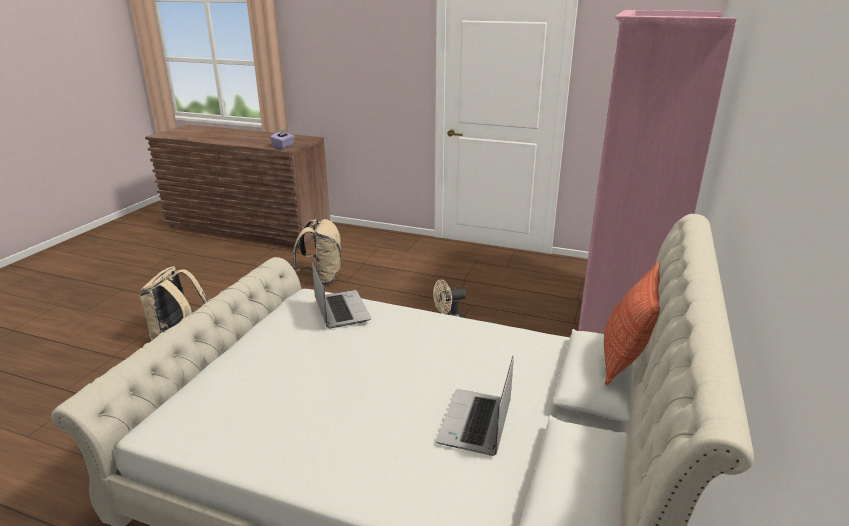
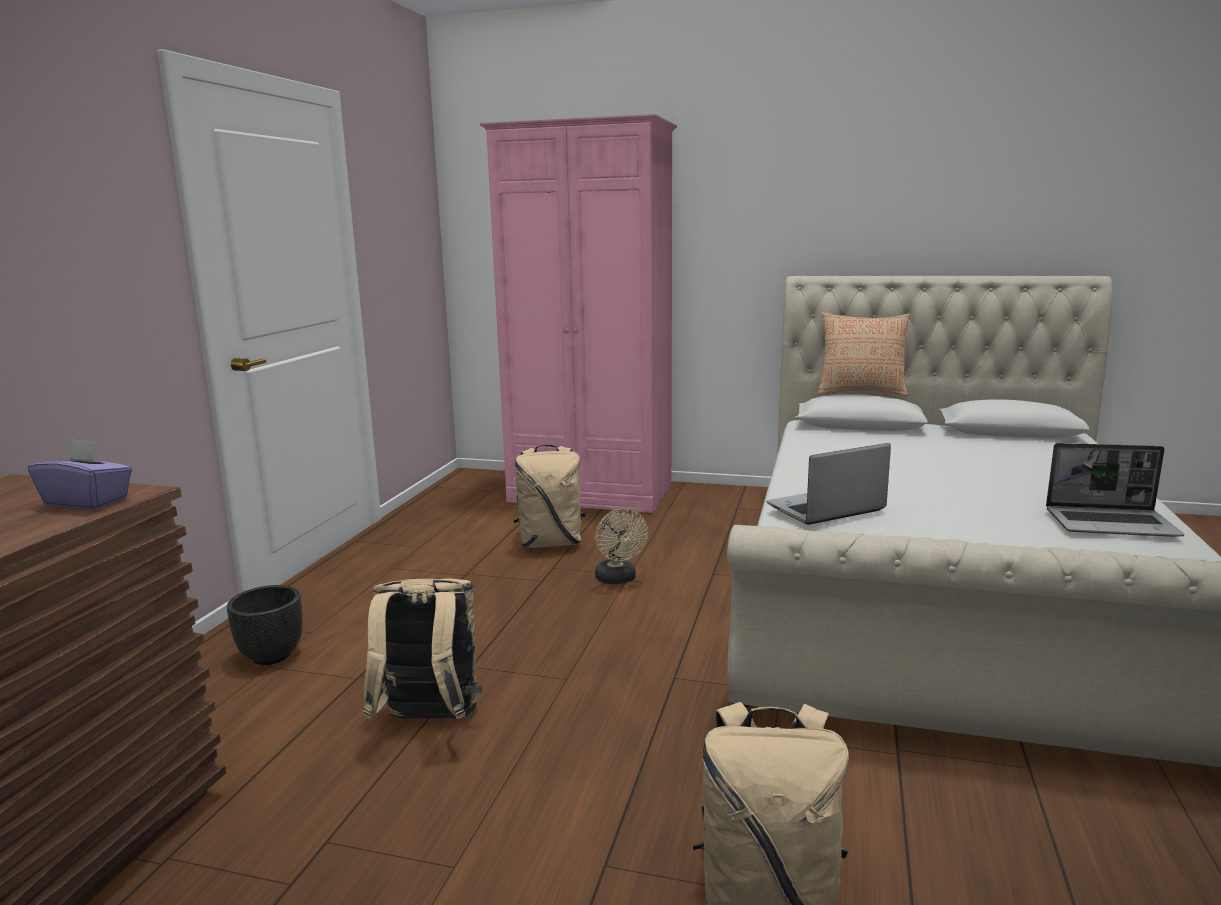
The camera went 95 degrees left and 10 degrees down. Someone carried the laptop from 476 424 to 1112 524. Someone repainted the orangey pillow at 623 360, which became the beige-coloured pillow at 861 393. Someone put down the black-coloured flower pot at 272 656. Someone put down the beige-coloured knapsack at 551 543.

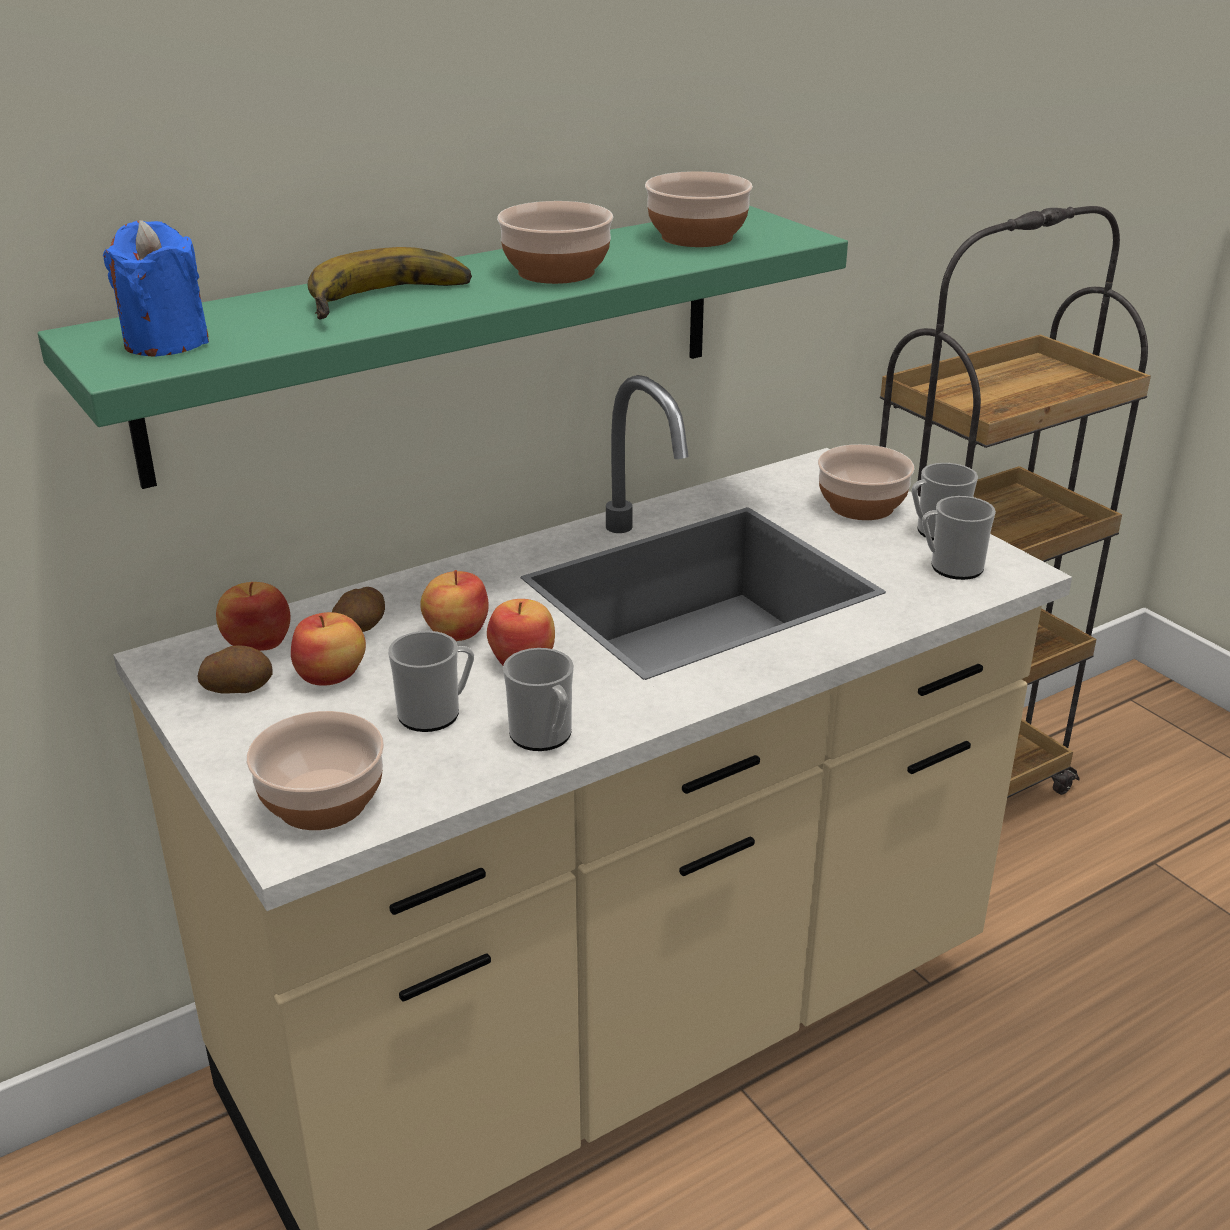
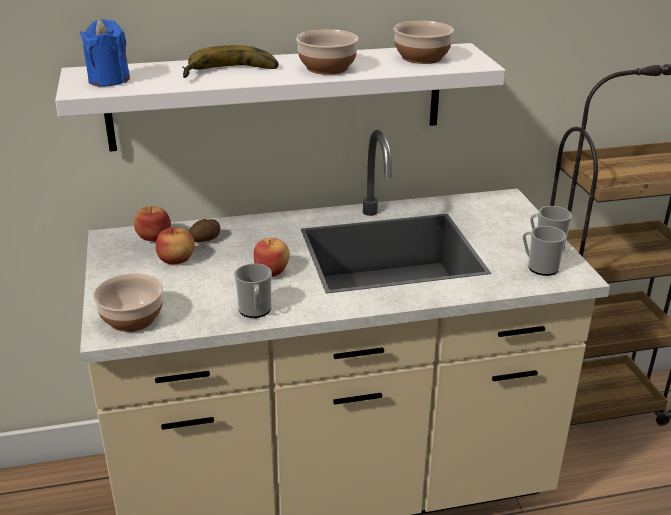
The camera went 20 degrees right and 0 degrees up. Someone repainted the green bracket shelf at 443 339, which became the white-coloured bracket shelf at 277 96. Someone took away the spud at 238 687. Someone took away the coffee mug at 436 714. Someone took away the apple fruit at 456 632. Someone took away the bowl at 861 506.

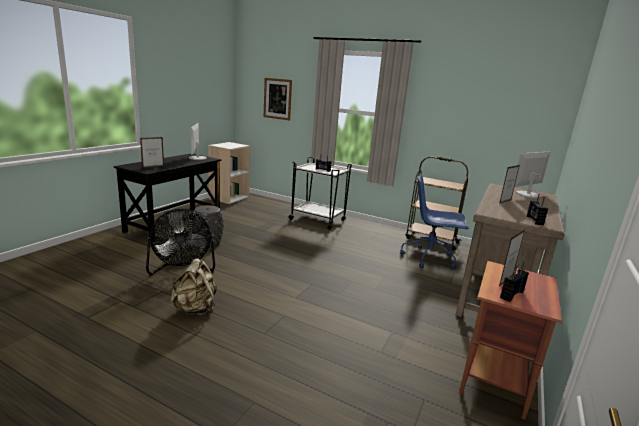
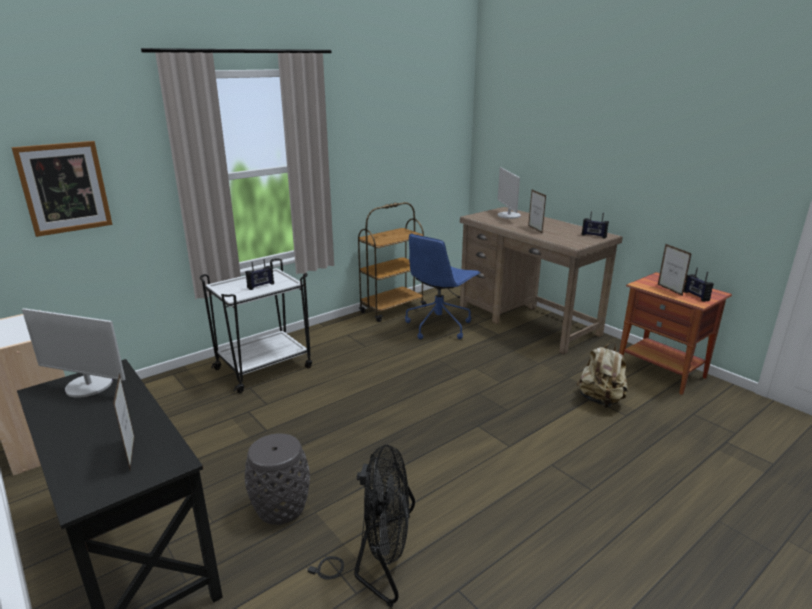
The camera went 65 degrees left and 5 degrees up. Someone carried the beige-coloured knapsack from 196 309 to 600 400.

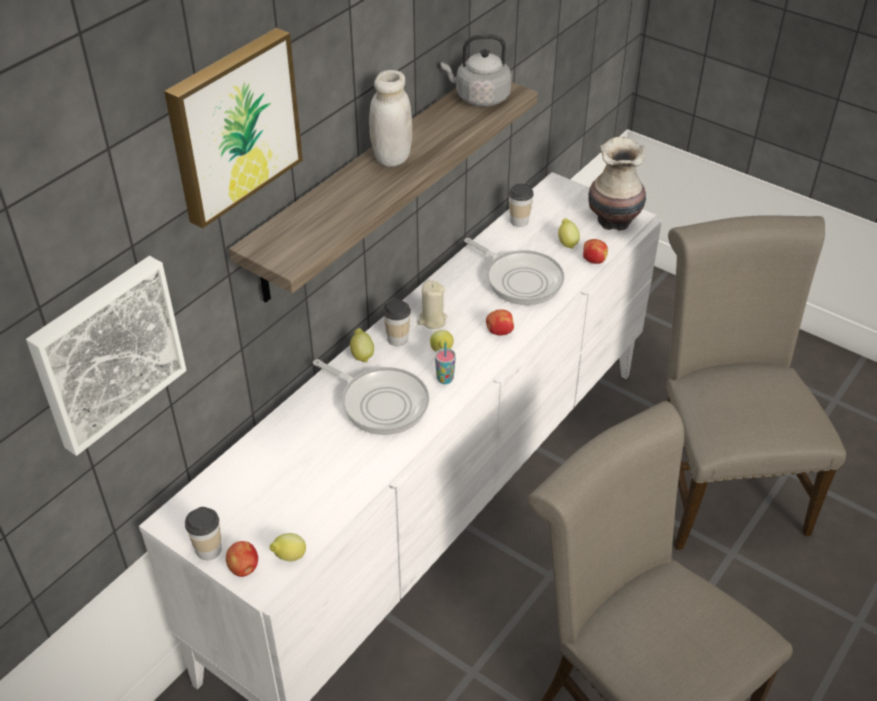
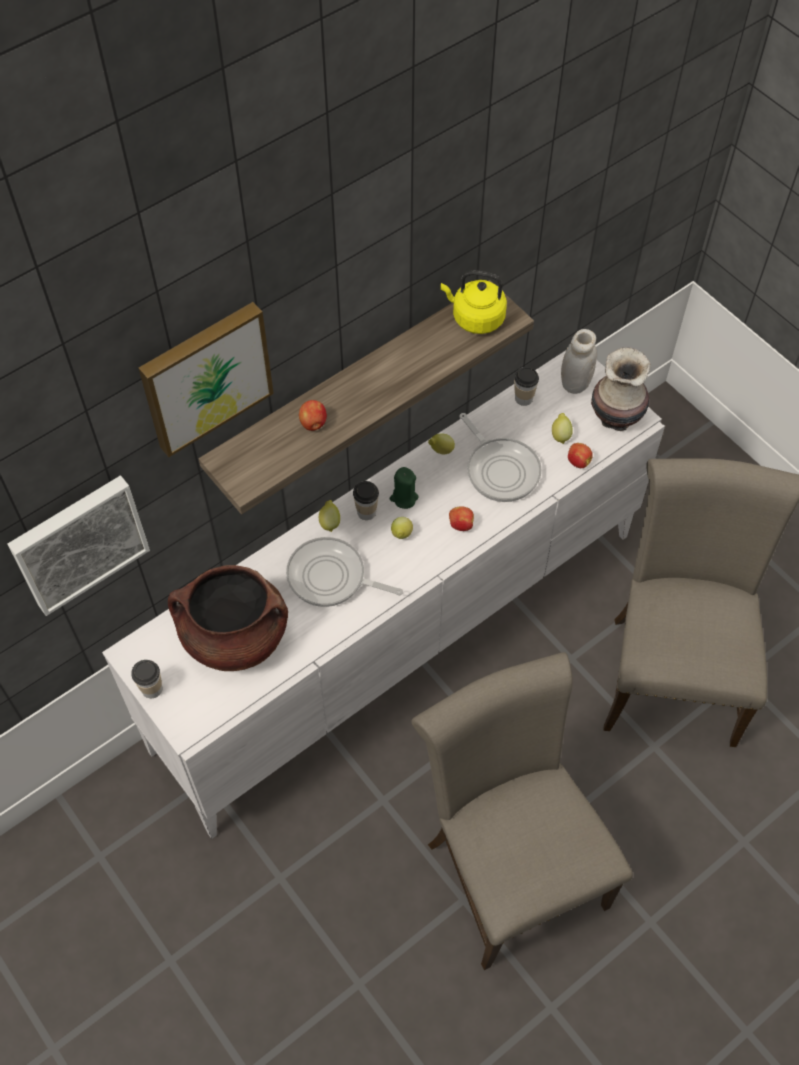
The camera went 15 degrees right and 15 degrees up. Someone carried the apple fruit from 244 568 to 313 424. Someone carried the citrus fruit from 289 557 to 440 450. Someone rotated the skillet at 380 403 by 150 degrees clockwise. Someone carried the white-coloured storage jar from 391 157 to 575 383. Someone repainted the beige-coloured candle at 432 320, which became the green candle at 404 498. Someone took away the small cup at 445 379. Someone repainted the greyish water kettle at 479 98, which became the yellow water kettle at 475 318. Someone put down the brown saucepot at 234 637.

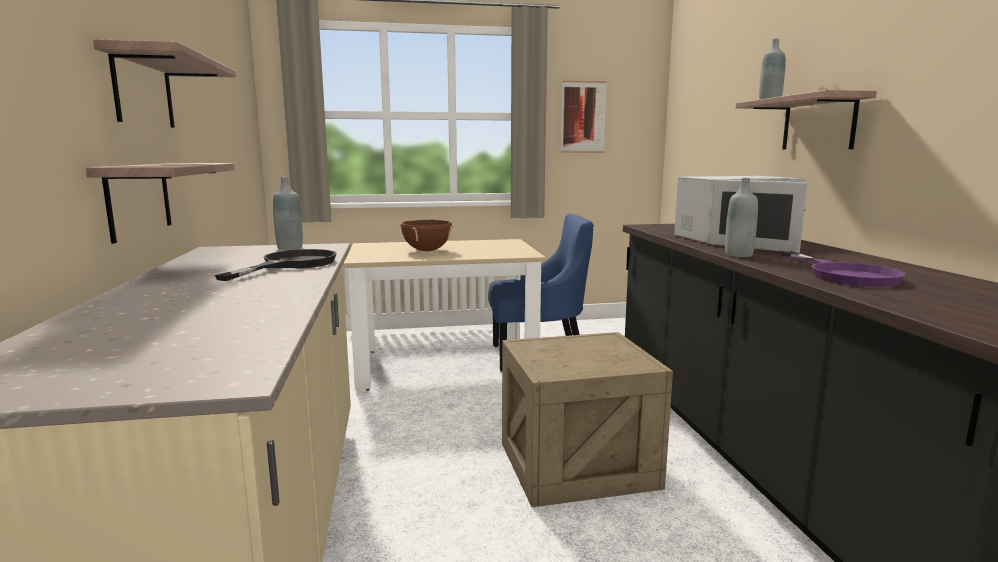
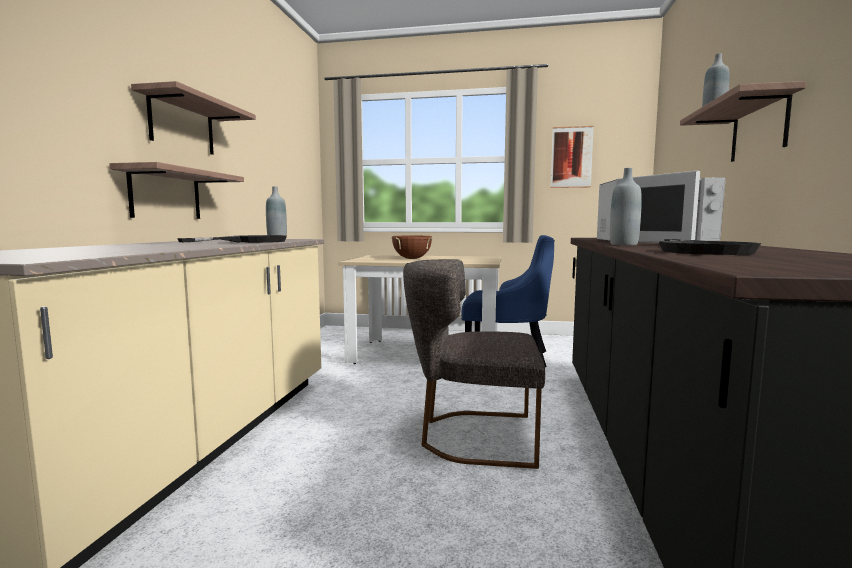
The camera went 20 degrees right and 5 degrees down. Someone swapped the shipping crate at 576 465 for the greyish chair at 472 436. Someone repainted the purplish skillet at 844 275, which became the black-coloured skillet at 700 251.

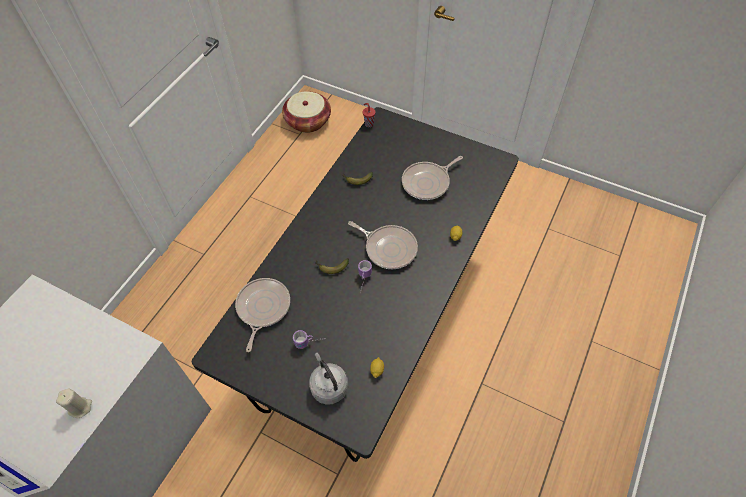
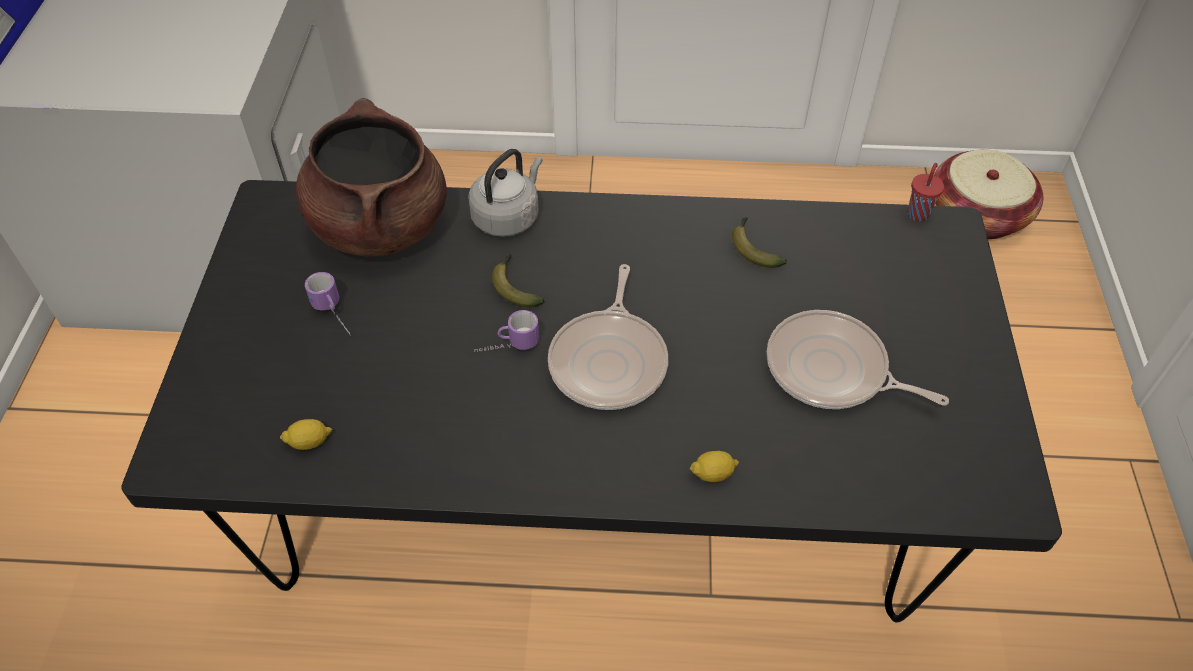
The camera went 65 degrees right and 5 degrees down. Someone took away the beige-coloured candle at 80 407. Someone swapped the skillet at 262 308 for the brown saucepot at 380 225. Someone carried the greyish water kettle from 328 386 to 508 217.

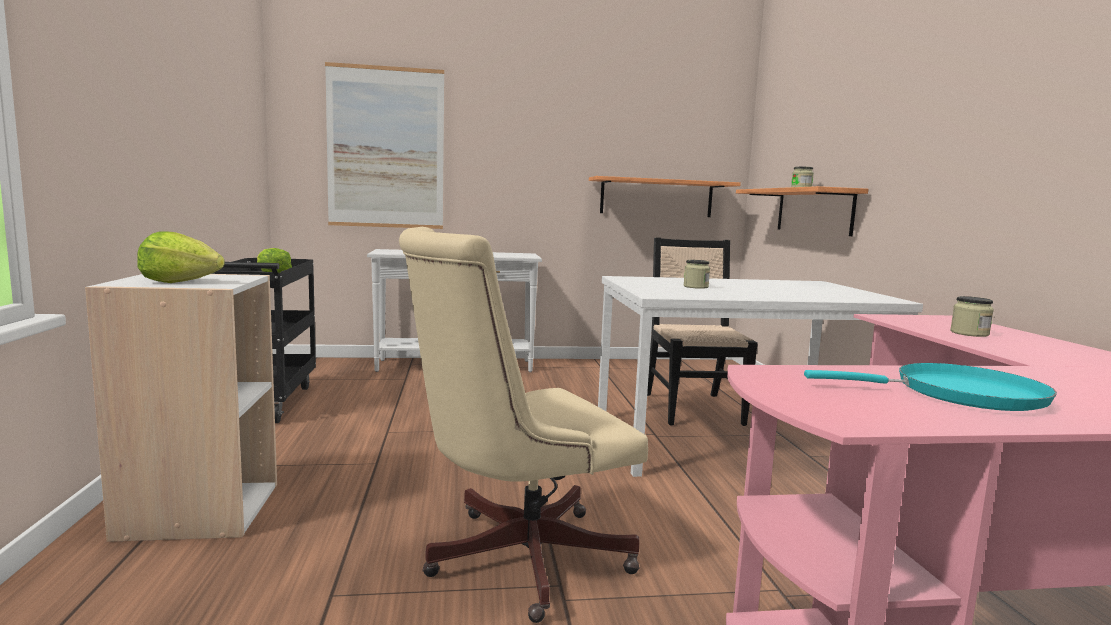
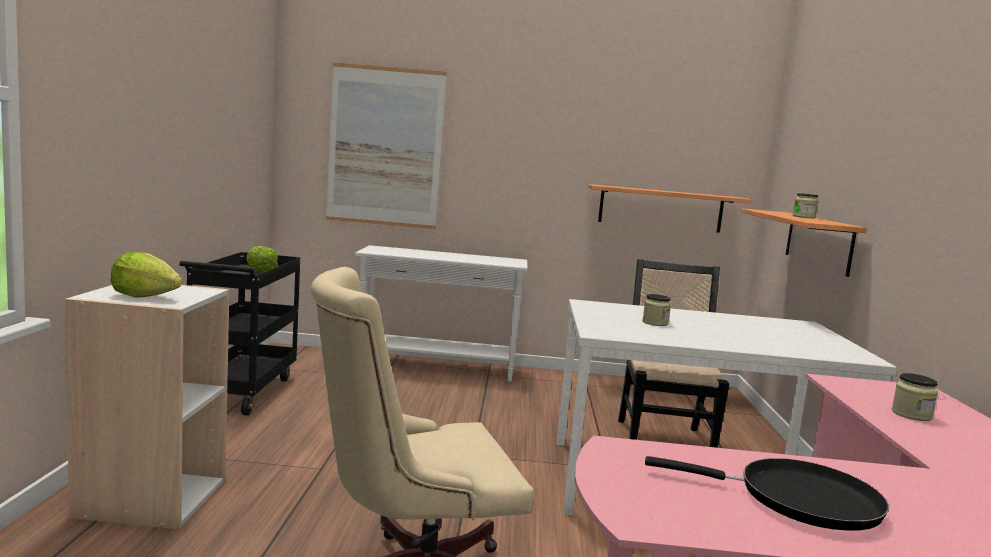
The camera went 10 degrees right and 0 degrees up. Someone repainted the turquoise-coloured skillet at 958 394, which became the black-coloured skillet at 798 500.

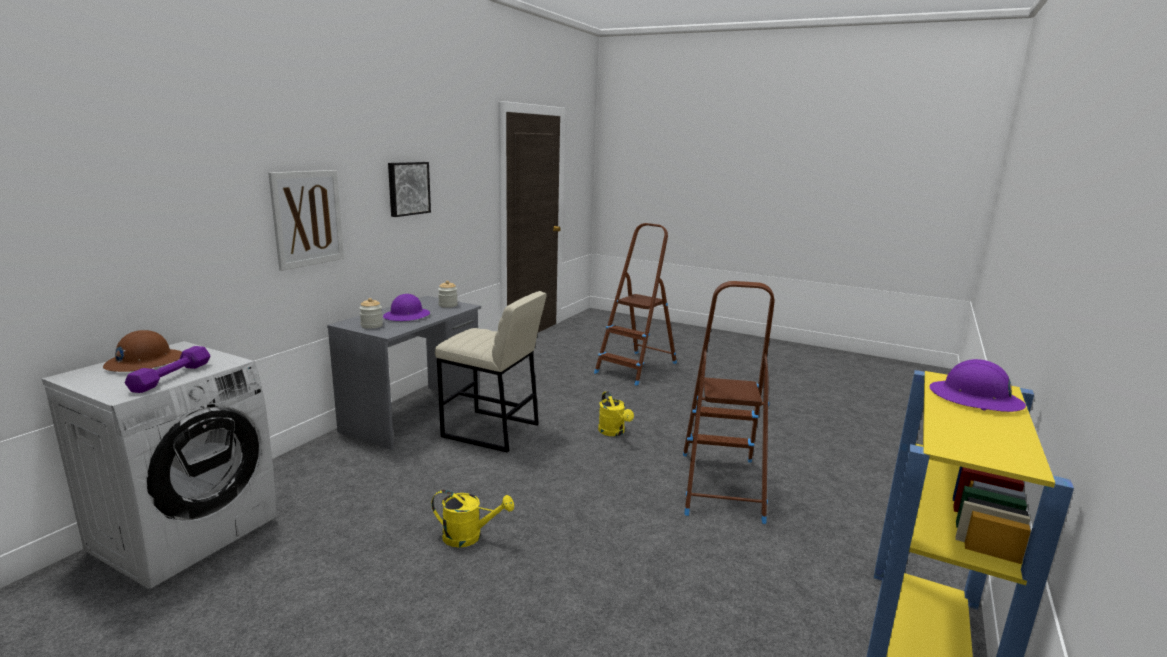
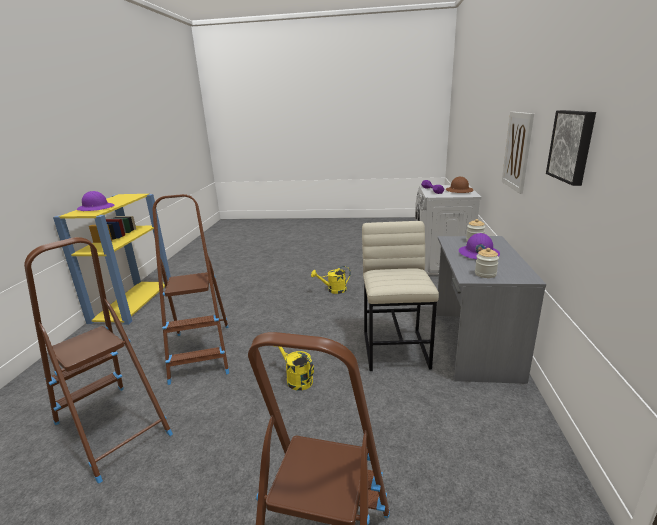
The camera went 160 degrees right and 5 degrees up. Someone rotated the beige-coloured chair at 493 431 by 90 degrees clockwise. Someone put down the brown step ladder at 111 427.

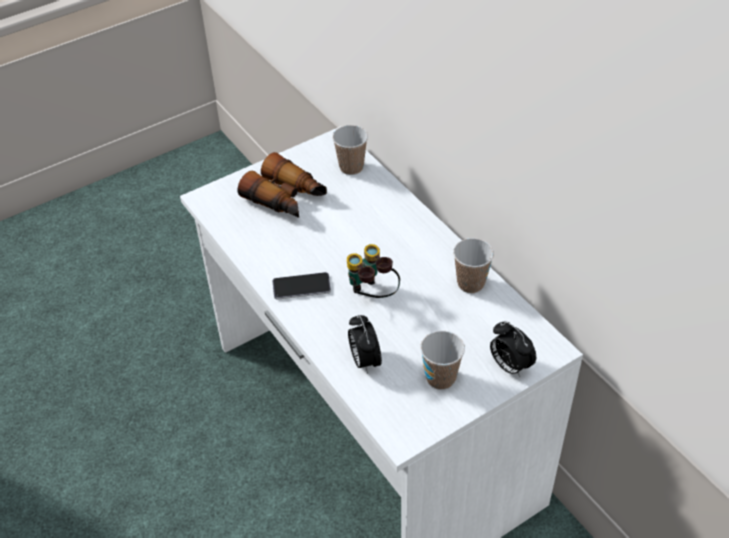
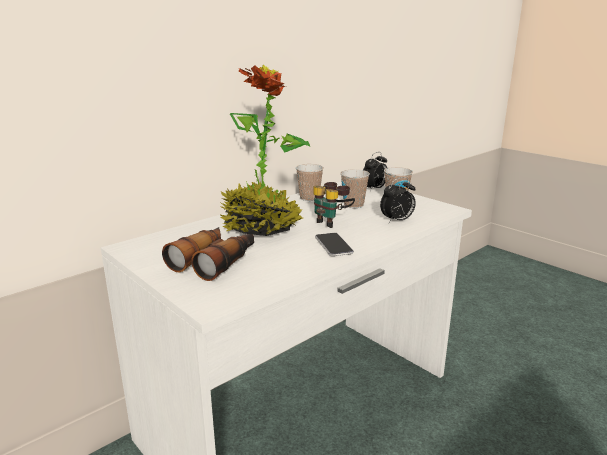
The camera went 100 degrees left and 25 degrees down. Someone carried the small cup from 351 167 to 353 205. Someone put down the potted plant at 262 228.

